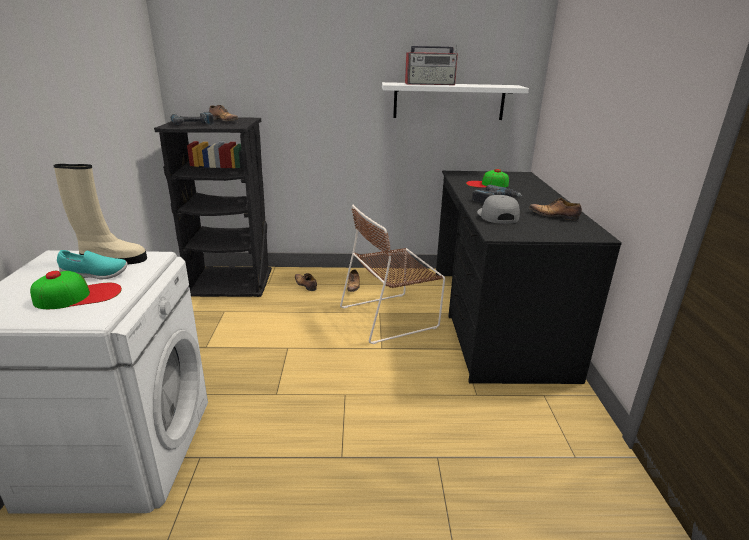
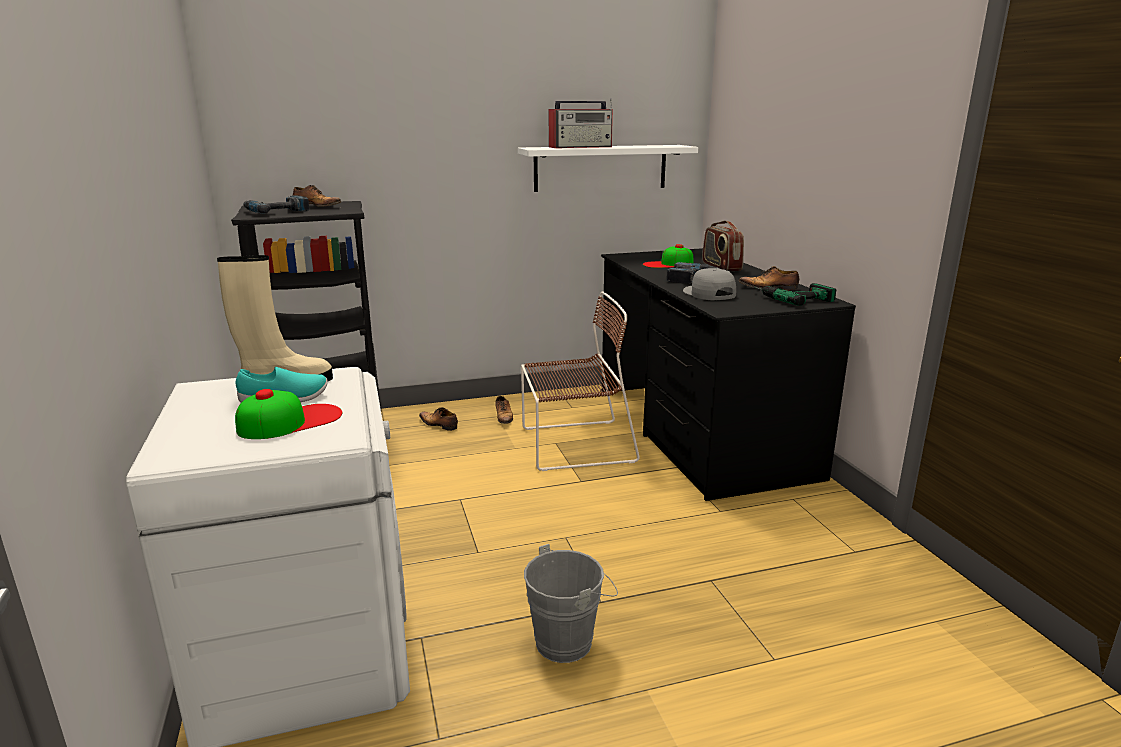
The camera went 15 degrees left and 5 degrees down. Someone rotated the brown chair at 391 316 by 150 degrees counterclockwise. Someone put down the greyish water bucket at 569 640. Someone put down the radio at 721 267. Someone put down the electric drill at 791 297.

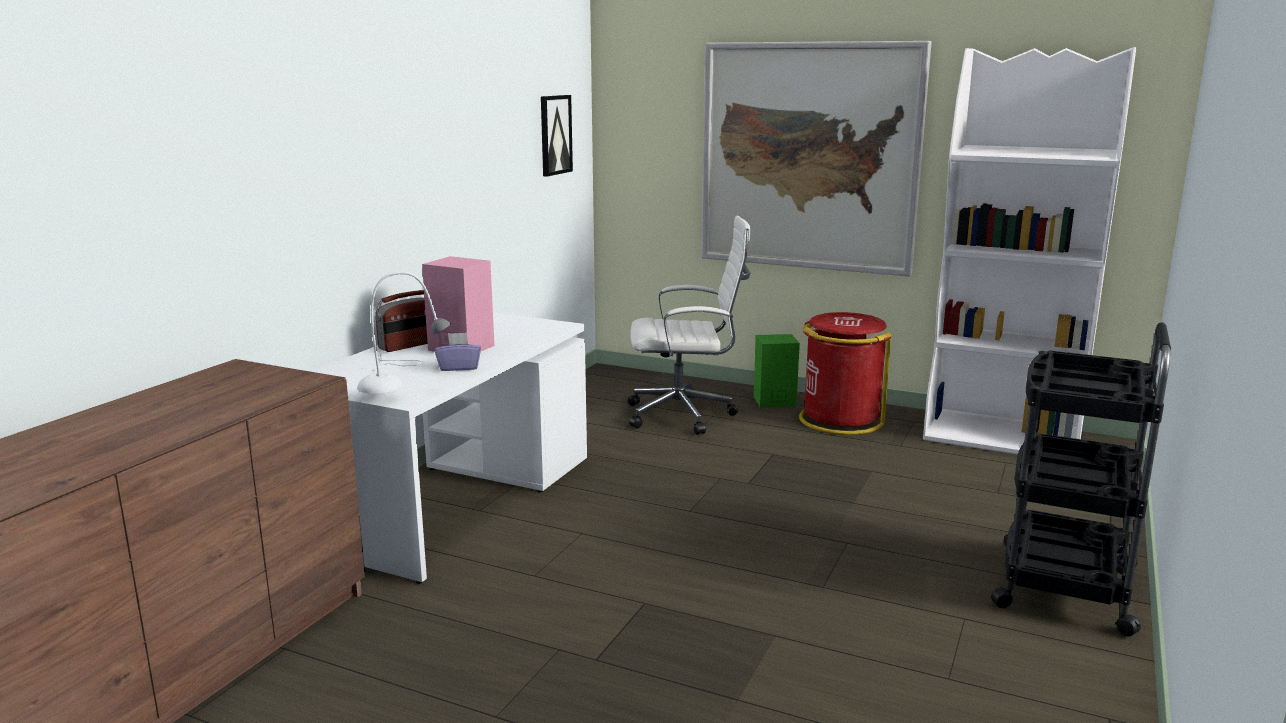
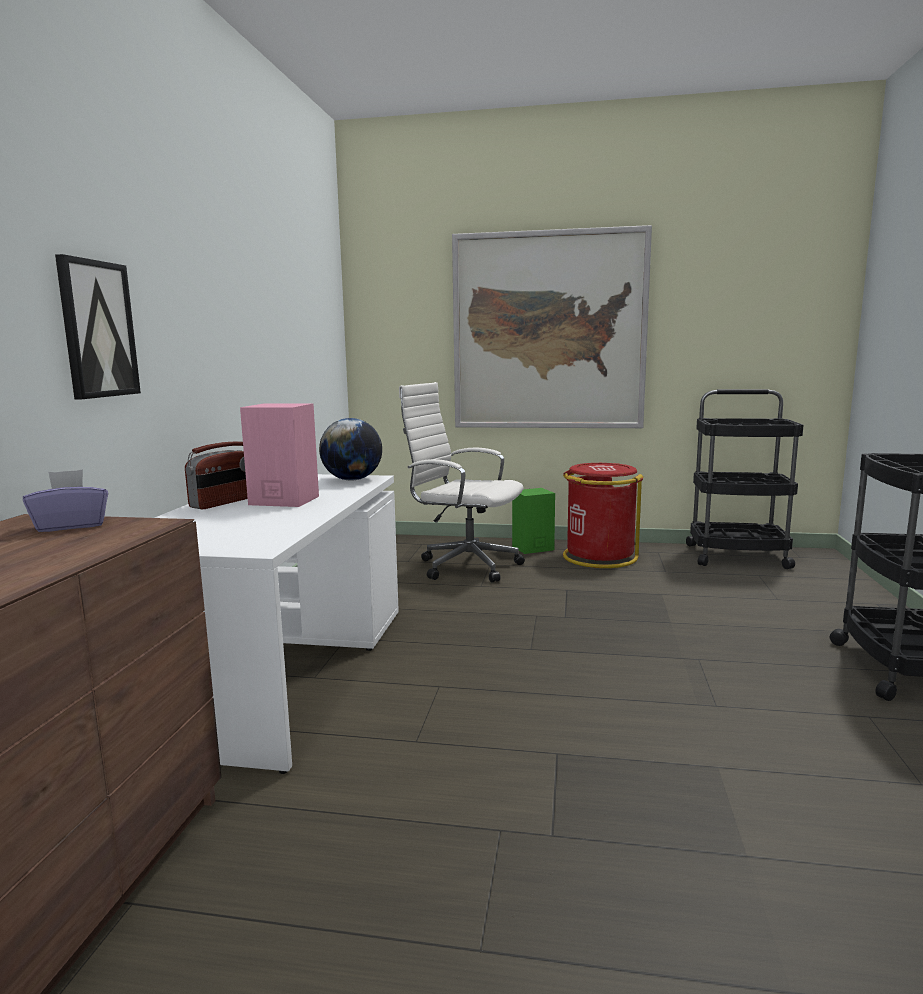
The camera went 15 degrees left and 5 degrees down. Someone took away the white-coloured table lamp at 395 391. Someone carried the purplish box of tissues from 459 367 to 72 525. Someone carried the picture from 555 135 to 97 329. Someone rotated the white-coloured desk chair at 685 415 by 135 degrees counterclockwise. Someone swapped the white-coloured bookshelf at 1003 437 for the black-coloured cart at 737 556. Someone put down the globe at 352 479.

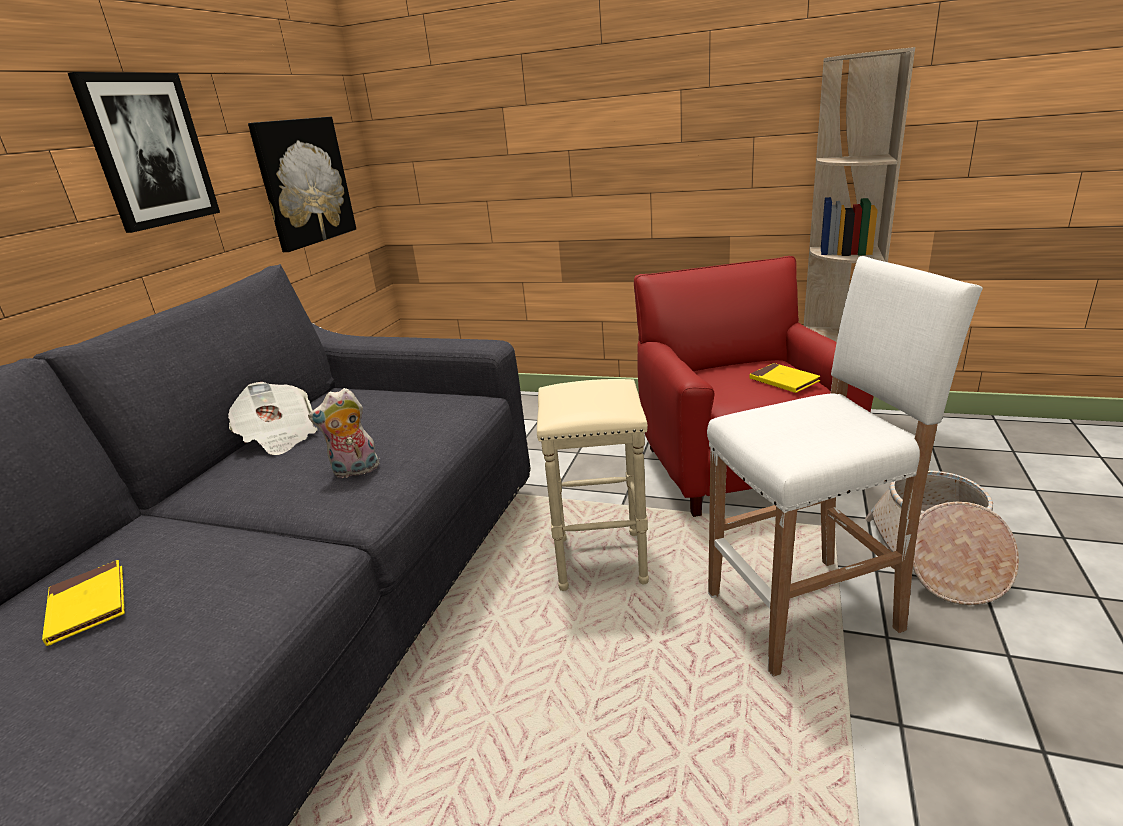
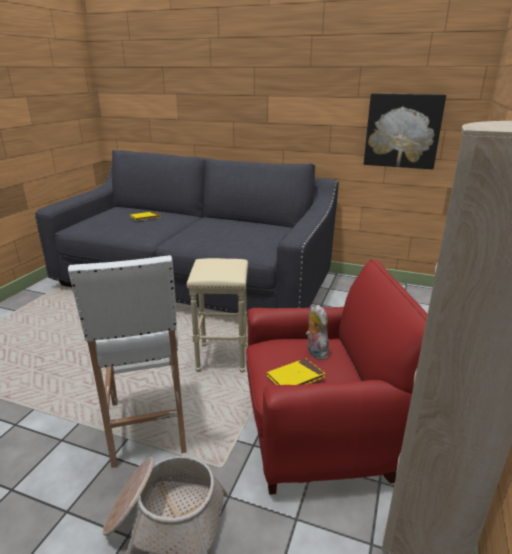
The camera went 90 degrees right and 0 degrees up. Someone took away the picture at 149 151. Someone took away the daily paper at 279 437. Someone carried the plush toy from 355 471 to 315 352.

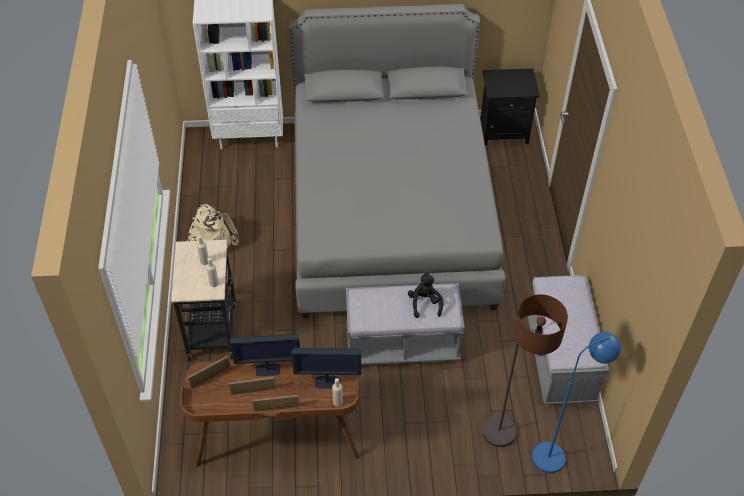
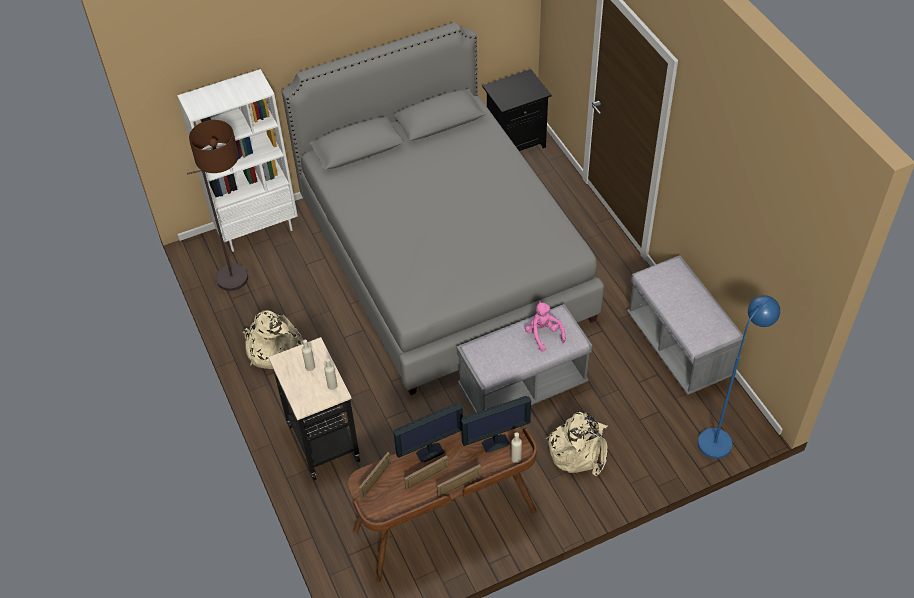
The camera went 20 degrees left and 0 degrees up. Someone repainted the black-coloured plush toy at 425 303, which became the pink plush toy at 543 334. Someone carried the brown standard lamp from 509 432 to 242 276. Someone put down the beige-coloured knapsack at 578 449.

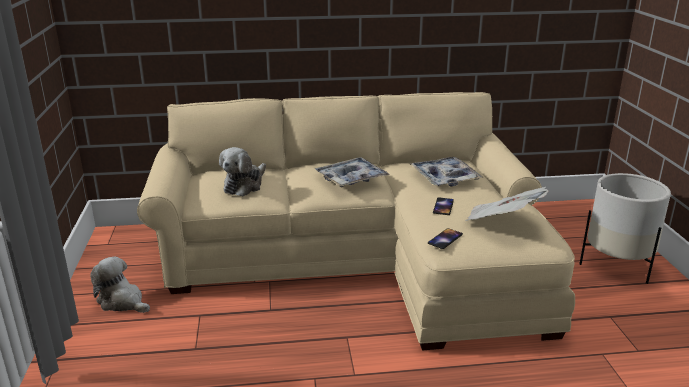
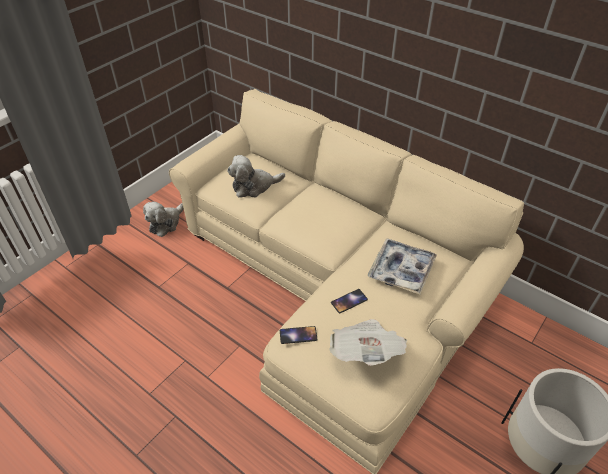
The camera went 45 degrees right and 20 degrees up. Someone rotated the plush toy at 122 302 by 135 degrees counterclockwise. Someone took away the serving tray at 351 179.

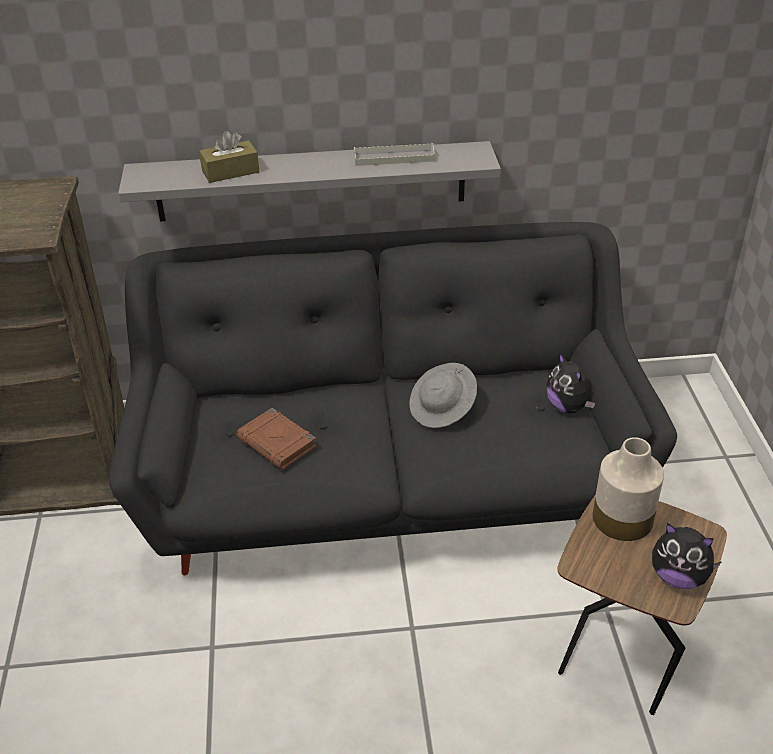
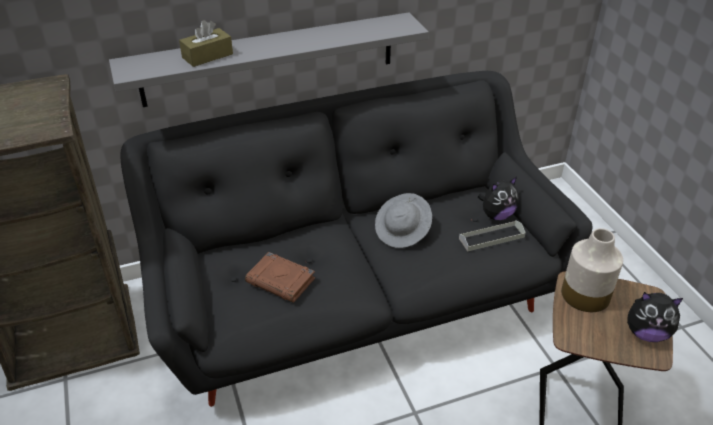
The camera went 15 degrees left and 0 degrees up. Someone carried the greyish serving tray from 393 158 to 491 238. Someone rotated the plush toy at 567 407 by 75 degrees counterclockwise.

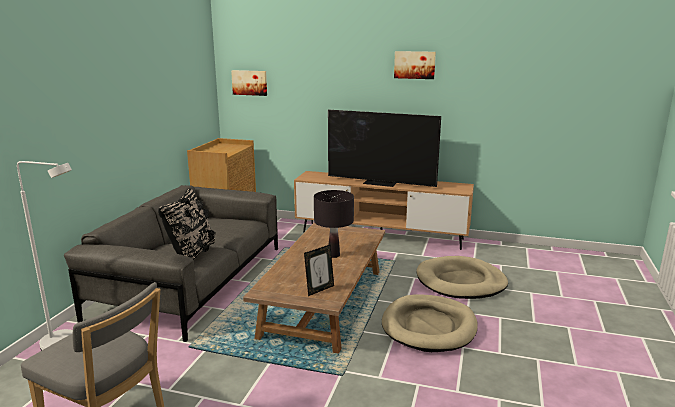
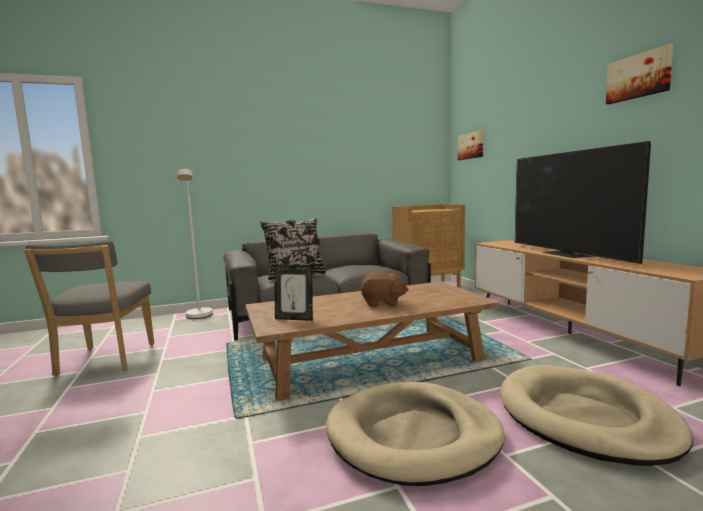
The camera went 55 degrees right and 10 degrees down. Someone swapped the black-coloured table lamp at 333 255 for the brown plush toy at 383 303.

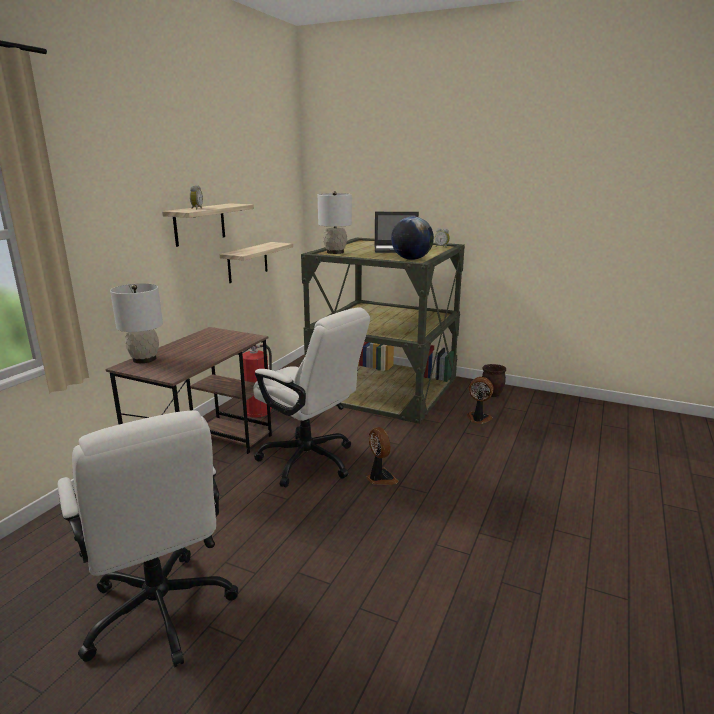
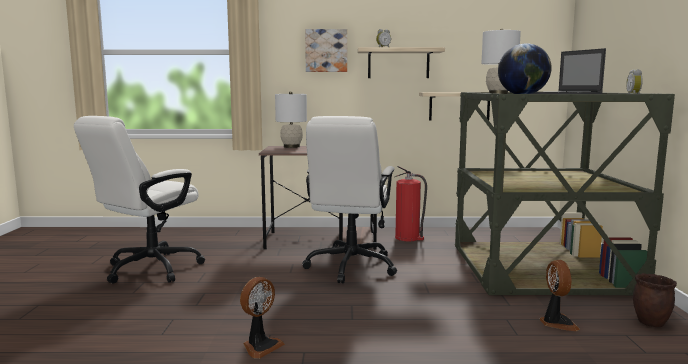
The camera went 65 degrees right and 10 degrees down. Someone carried the electric fan from 380 478 to 260 346. Someone put up the picture at 326 50.

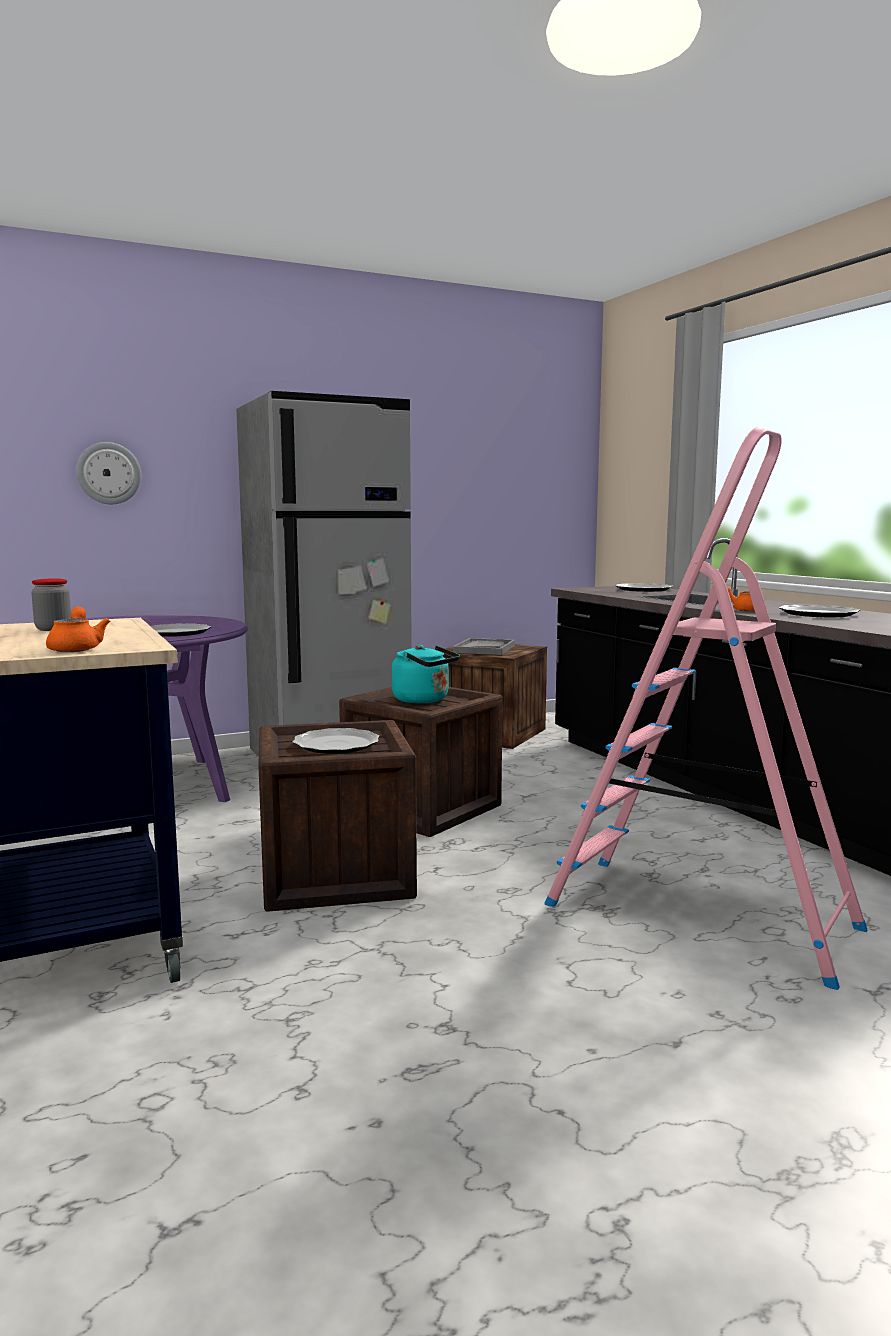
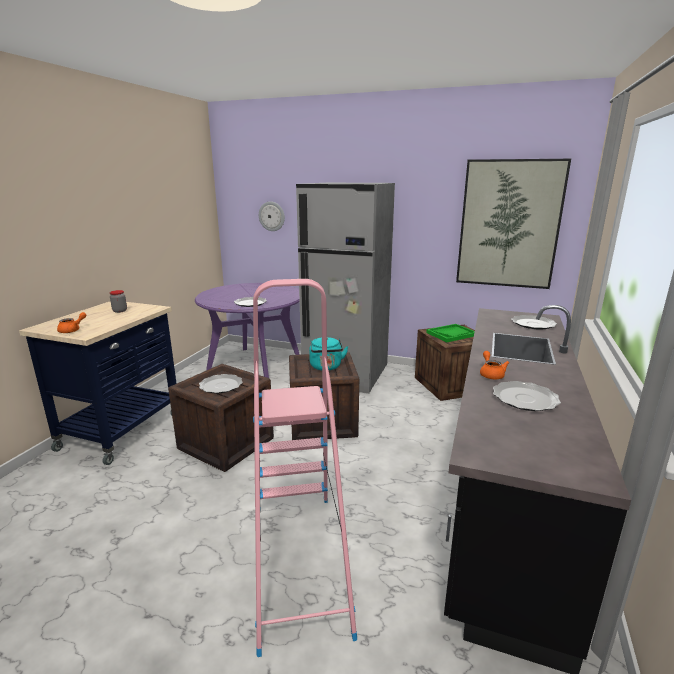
The camera went 45 degrees right and 10 degrees up. Someone repainted the greyish serving tray at 484 649, which became the green serving tray at 451 334. Someone put up the picture at 509 224.

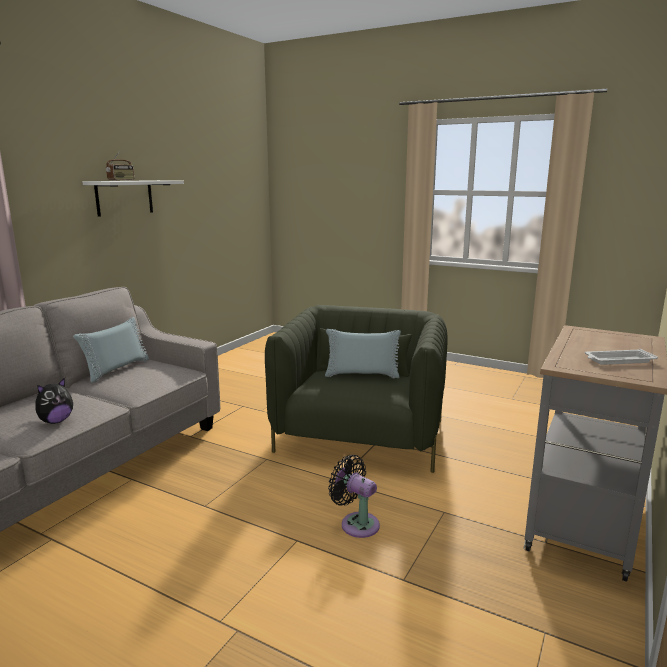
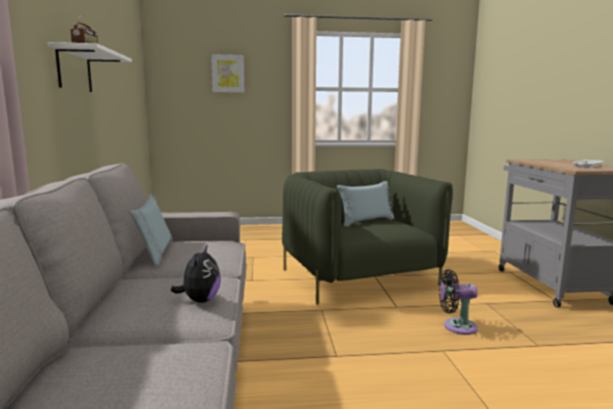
The camera went 35 degrees left and 5 degrees down. Someone put up the picture at 228 73.

